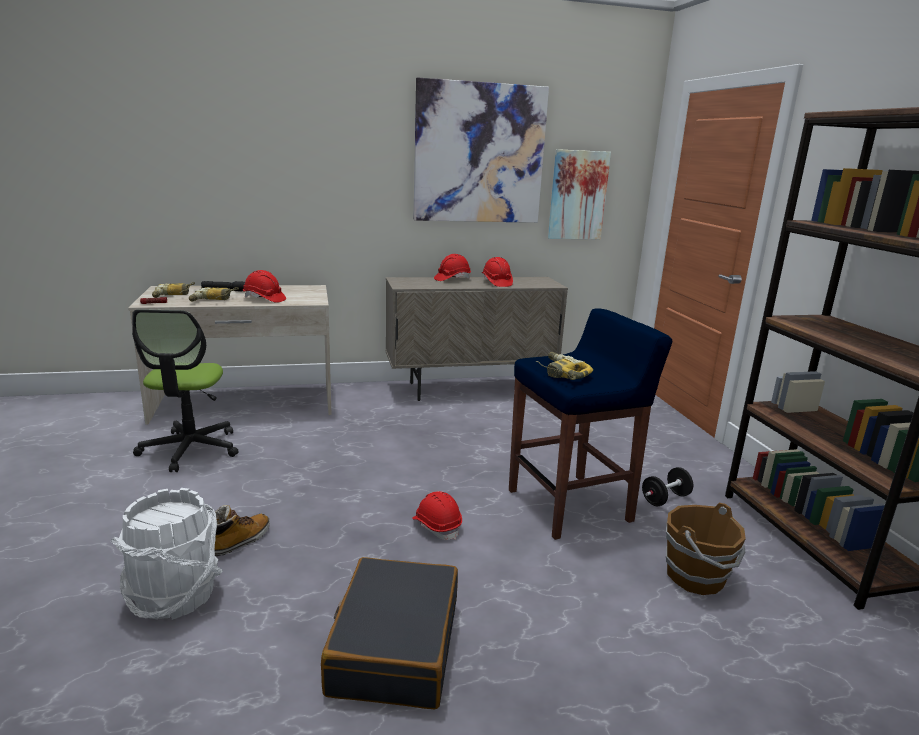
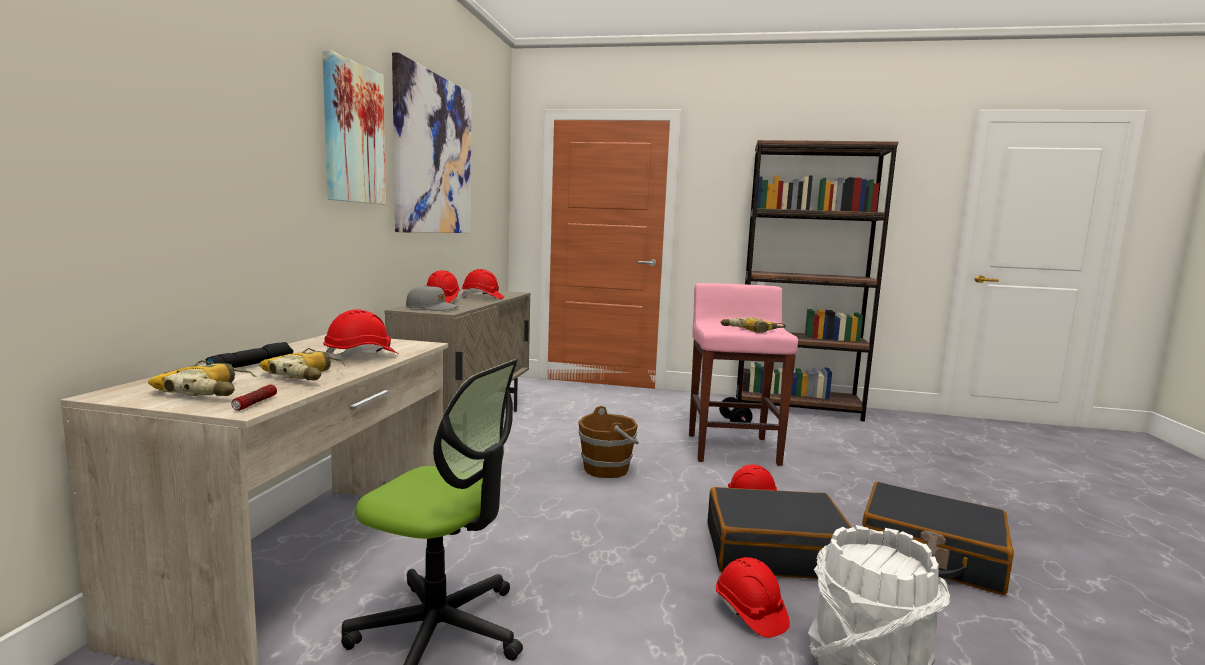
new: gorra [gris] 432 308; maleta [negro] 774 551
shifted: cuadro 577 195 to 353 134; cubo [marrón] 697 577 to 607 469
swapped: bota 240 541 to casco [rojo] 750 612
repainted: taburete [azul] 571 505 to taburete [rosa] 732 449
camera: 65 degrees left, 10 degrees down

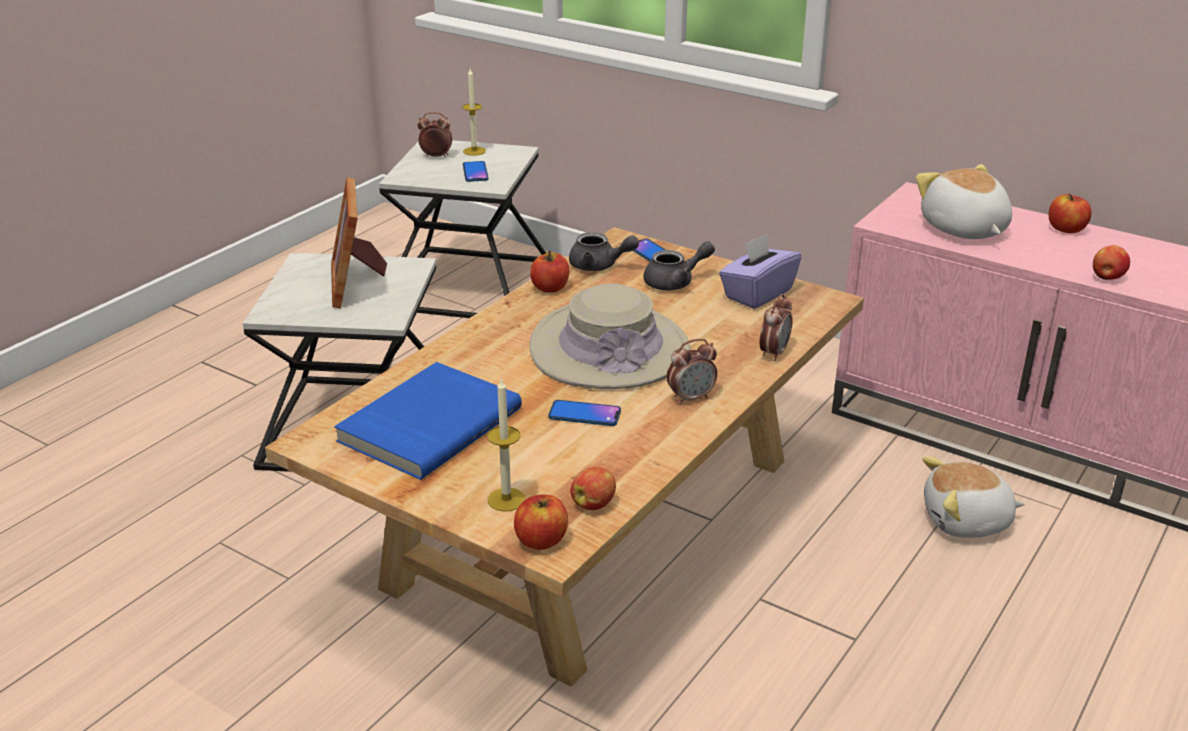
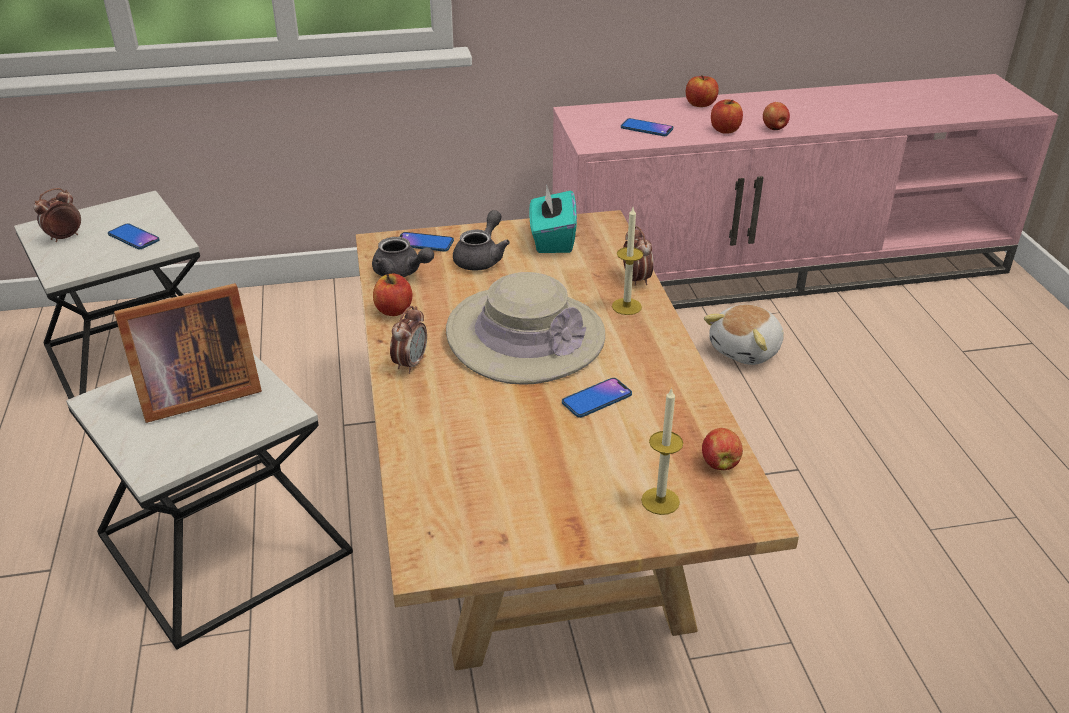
gone: libro [azul] 427 424
shifted: vela 474 151 to 626 306; manzana 541 540 to 725 130; despertador 691 398 to 410 364
swapped: peluche 963 229 to móvil 646 128
repainted: caja de pañuelos [morado] 757 294 to caja de pañuelos [turquesa] 552 240
rotated: portarretratos 357 282 = 194 394 60 degrees counterclockwise; tetera [gris] 599 266 = 401 272 60 degrees clockwise
camera: 45 degrees left, 5 degrees up

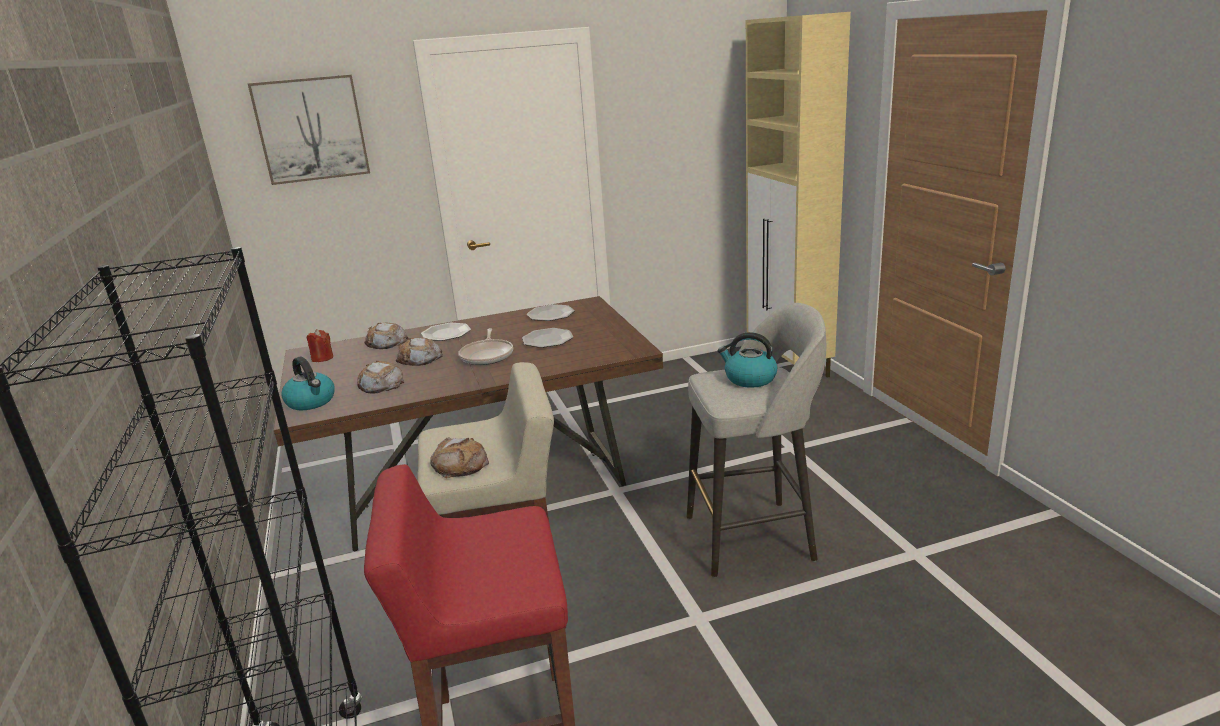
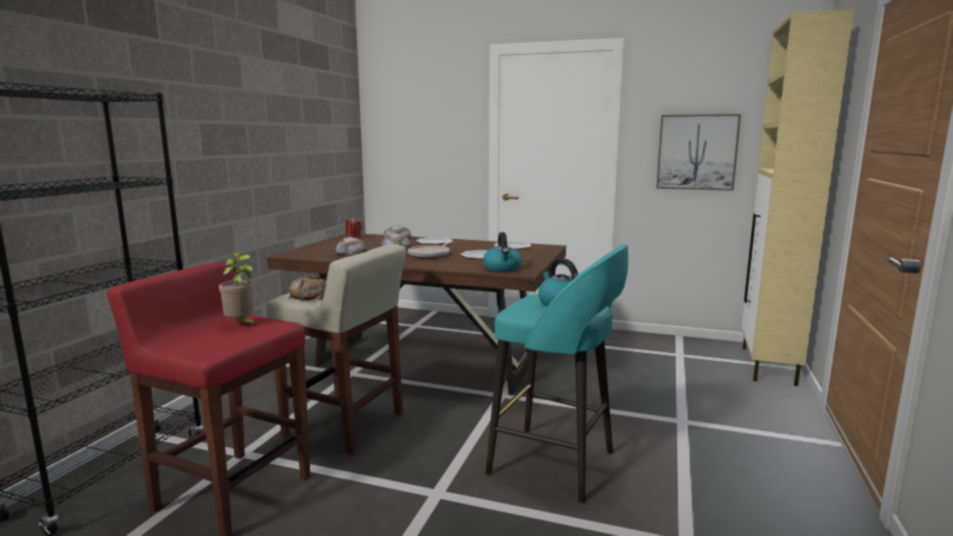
new: planta en maceta 241 325
shifted: cuadro 311 129 to 697 152; hervidor 311 402 to 502 268
repainted: taburete [gris] 753 537 to taburete [turquesa] 555 464
camera: 35 degrees right, 10 degrees down

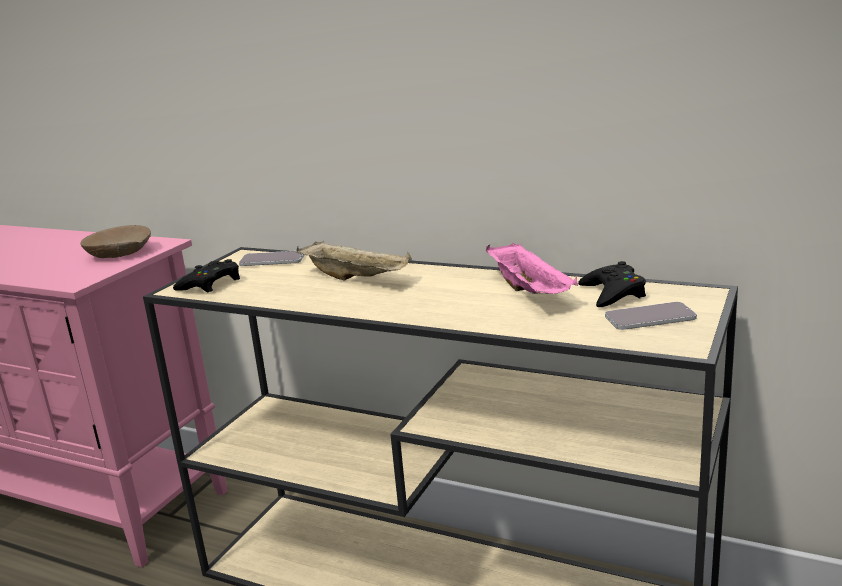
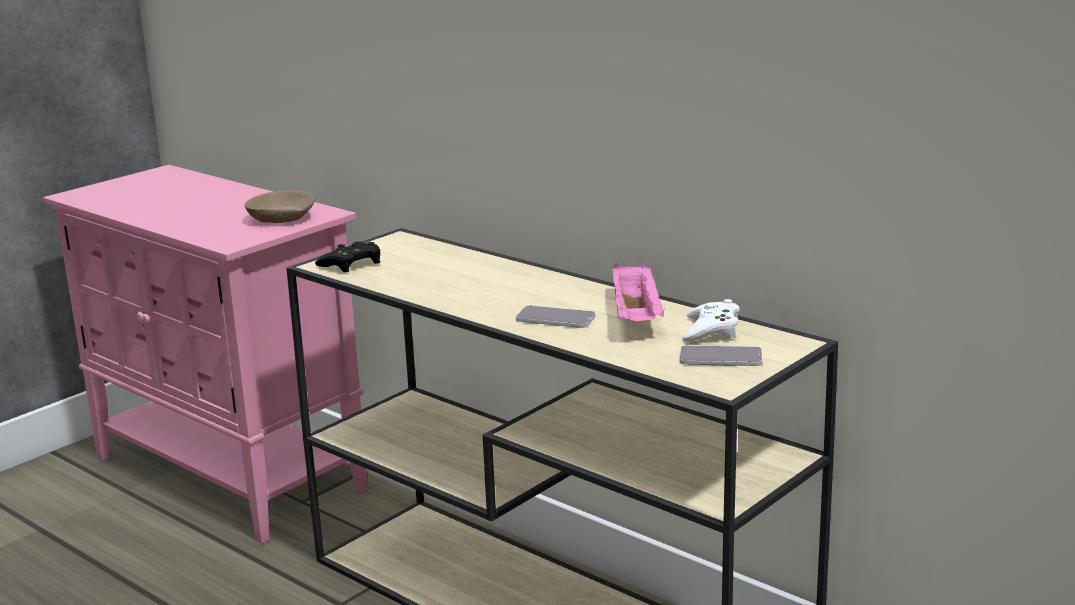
gone: bandeja [beis] 357 278
shifted: móvil 272 260 to 555 318
repainted: mando de consola [negro] 613 293 to mando de consola [blanco] 711 330
camera: 15 degrees right, 0 degrees up

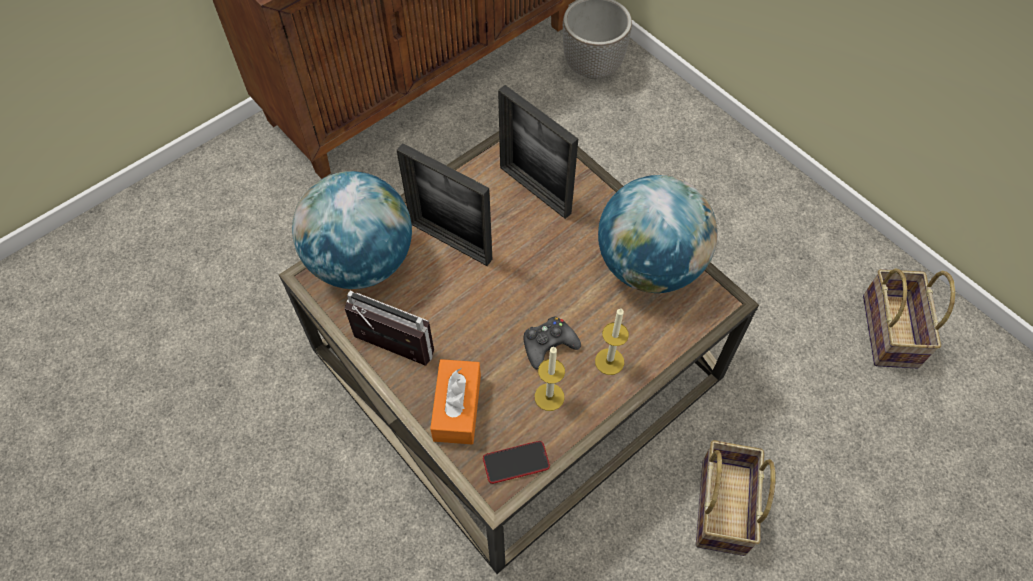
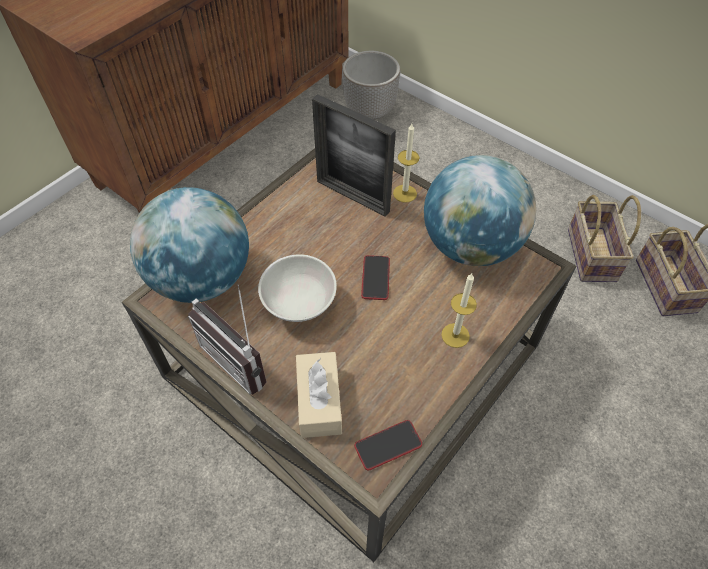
gone: portarretratos 450 241; mando de consola [negro] 548 345
new: cuenco [blanco] 302 306; móvil 375 278
shifted: vela 549 397 to 405 193; cesta 721 504 to 589 253
repainted: caja de pañuelos [naranja] 457 408 to caja de pañuelos [beis] 319 401
rotated: radio 388 352 = 241 358 150 degrees counterclockwise
camera: 10 degrees left, 5 degrees down

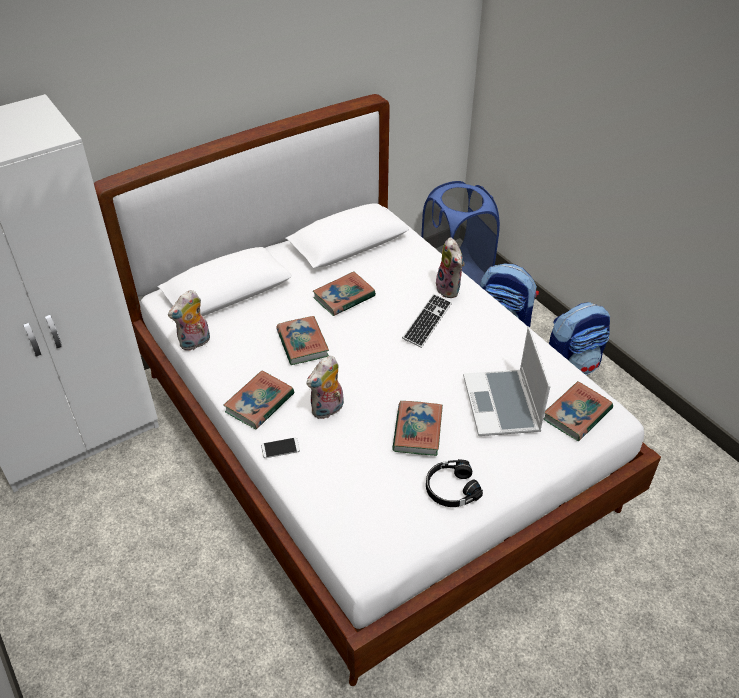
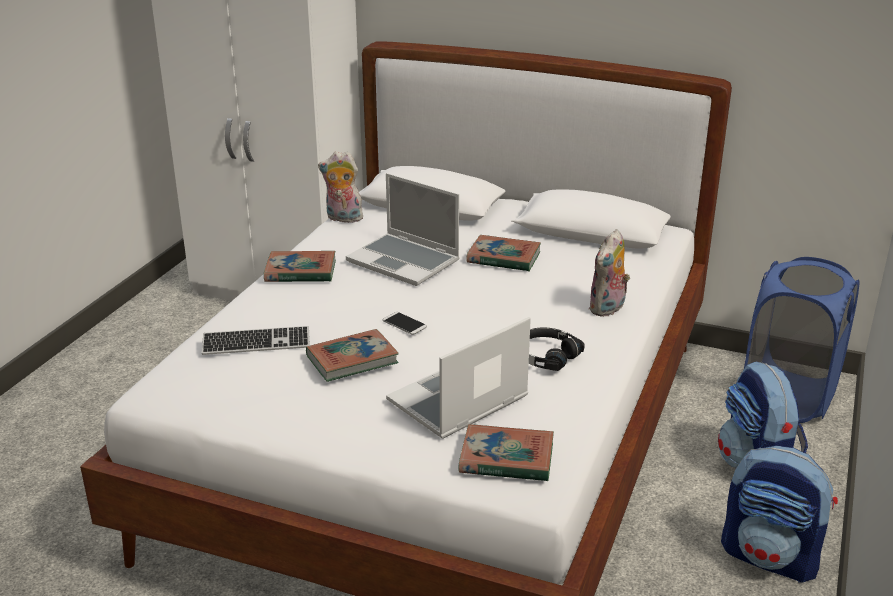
gone: peluche 328 410
shifted: móvil 280 448 to 404 324; teclado 427 322 to 256 343; auriculares [negro] 451 489 to 545 356
swapped: libro 302 343 to portátil 405 261
camera: 55 degrees right, 15 degrees down

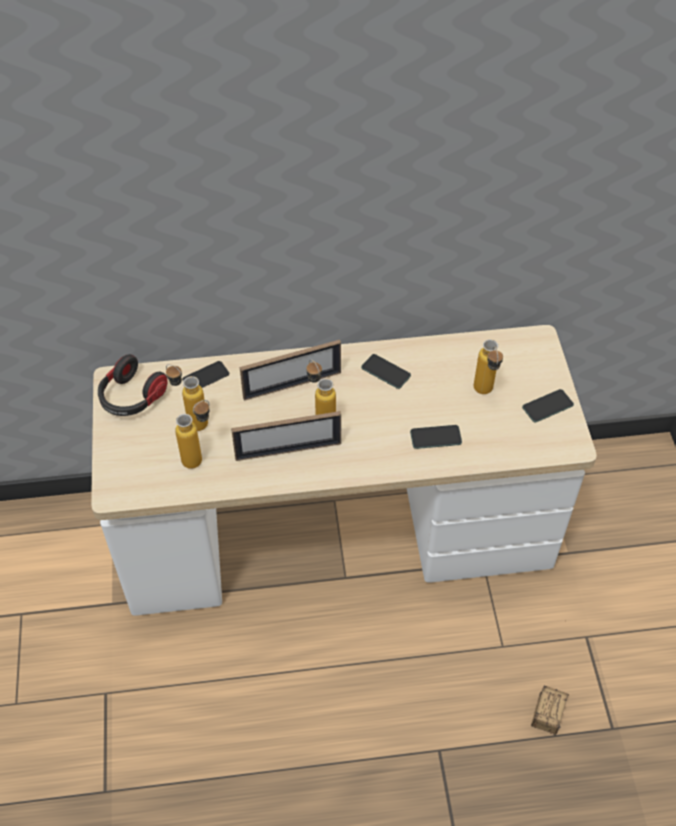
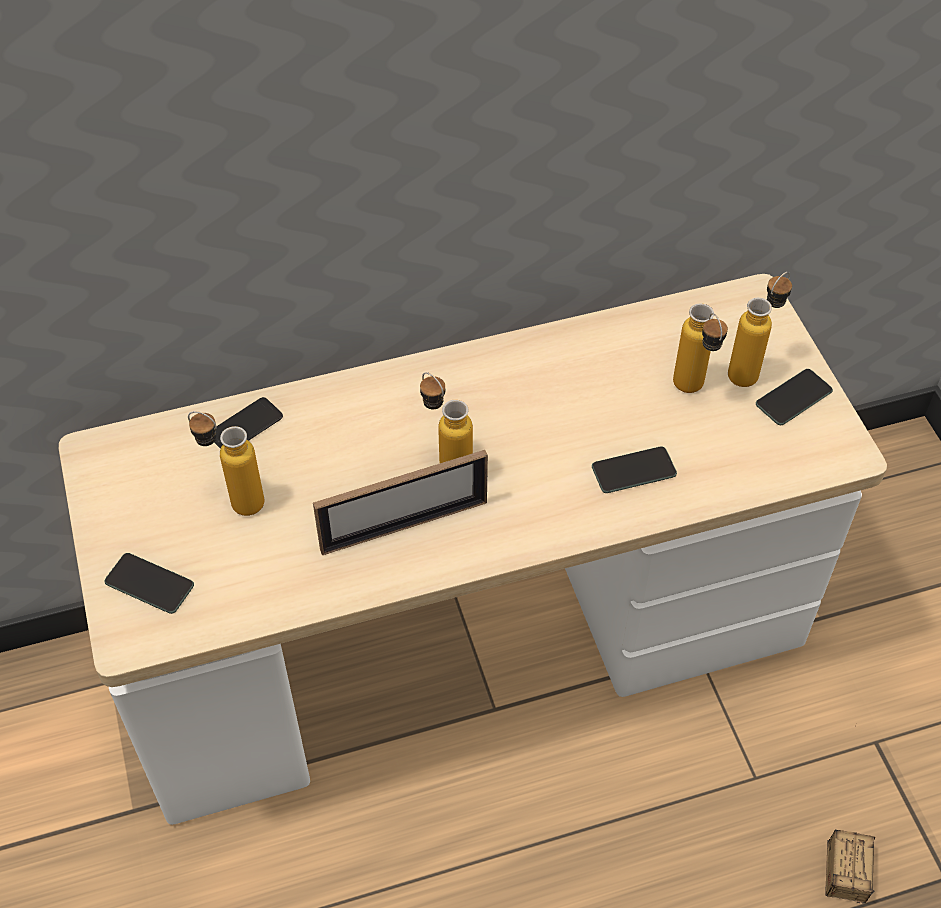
gone: auriculares 131 398; portarretratos 292 385
shifted: botella 199 457 to 751 369; móvil 386 372 to 149 584
camera: 10 degrees left, 0 degrees up

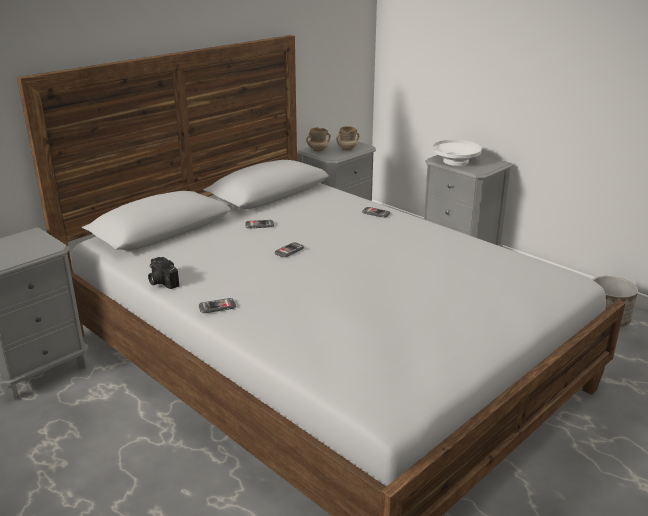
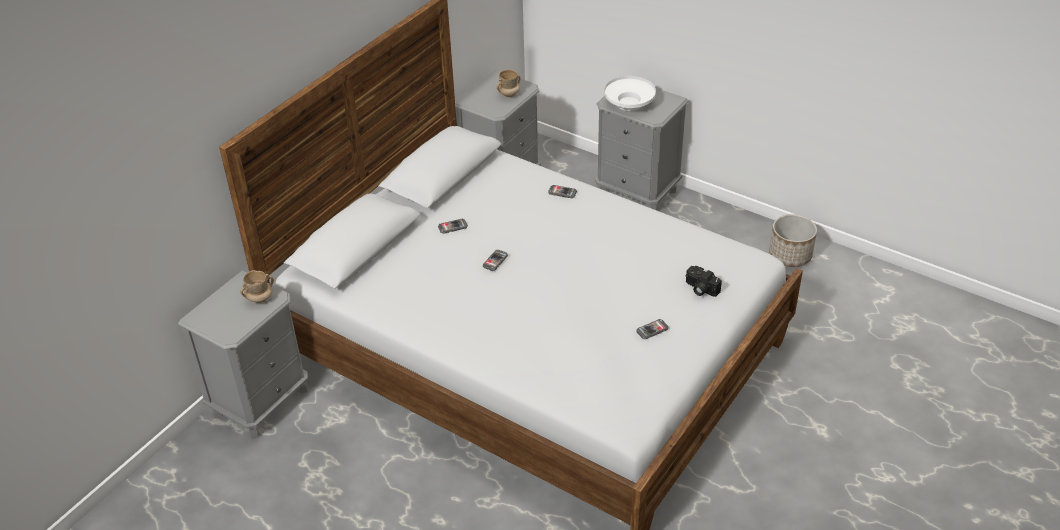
shifted: cámara 161 281 to 700 289; móvil 217 307 to 652 330; taza grande [beis] 318 150 to 260 298
camera: 10 degrees left, 15 degrees up

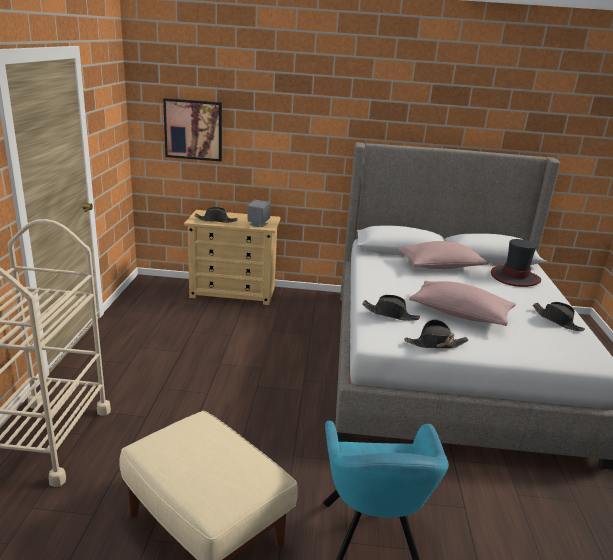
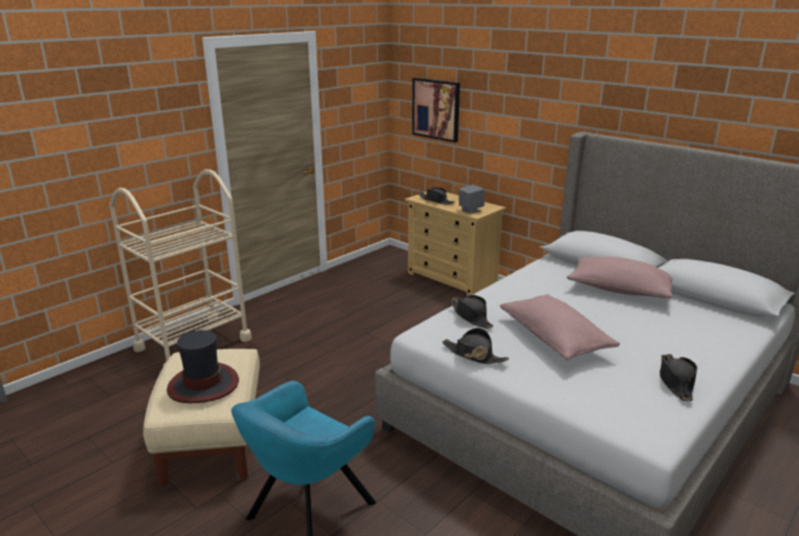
shifted: sombrero 515 277 to 203 385
camera: 40 degrees right, 0 degrees up

